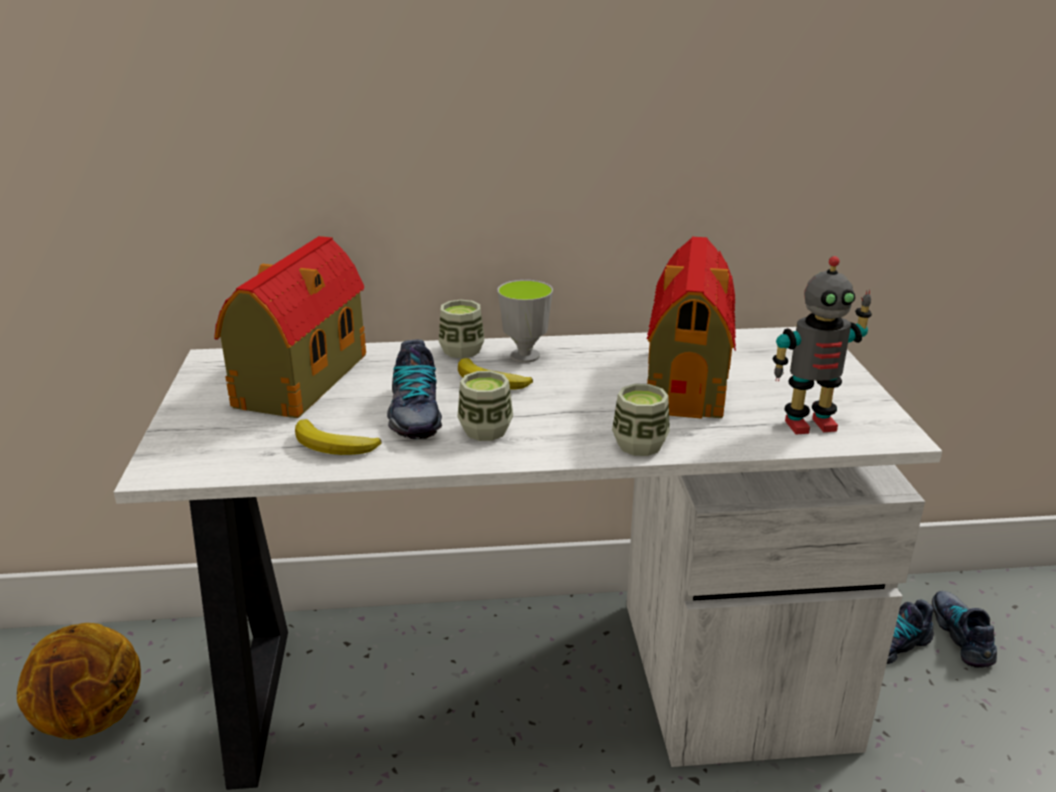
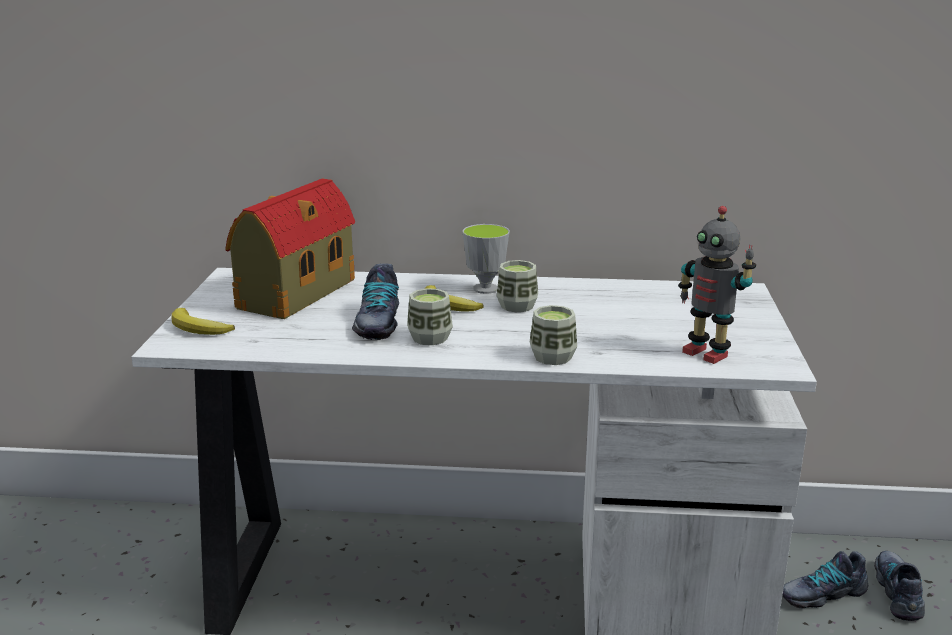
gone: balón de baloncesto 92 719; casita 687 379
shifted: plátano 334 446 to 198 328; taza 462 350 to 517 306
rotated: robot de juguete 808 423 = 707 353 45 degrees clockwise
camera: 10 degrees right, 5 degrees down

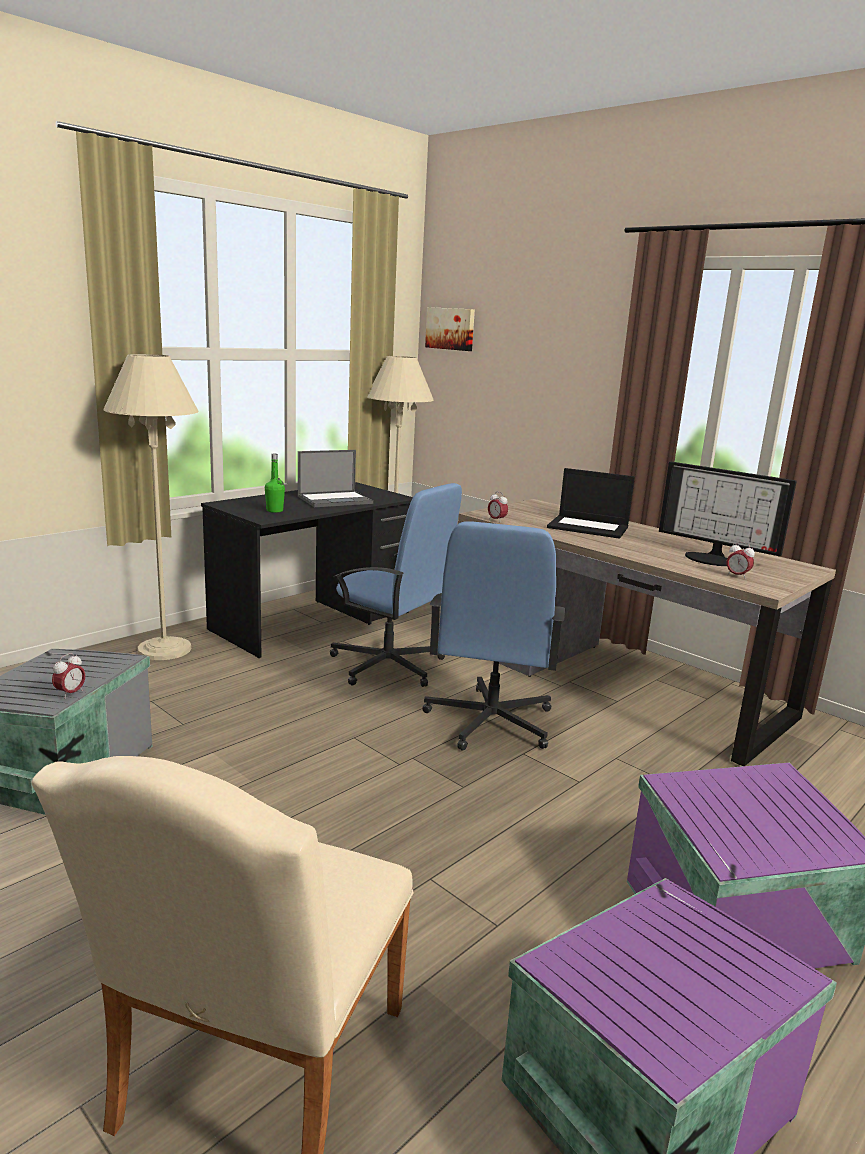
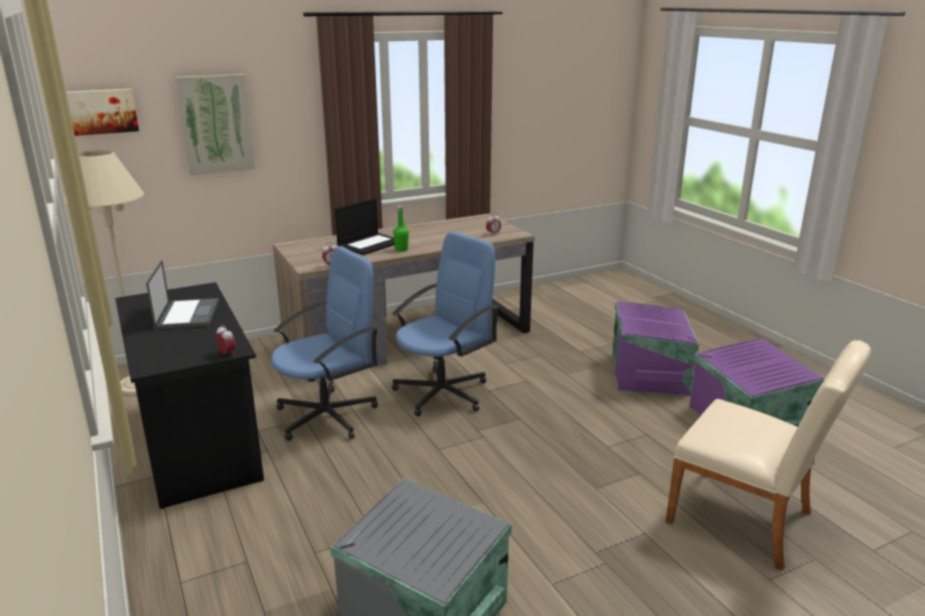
gone: lámpara de pie [beis] 164 649; monitor 712 558
new: cuadro 216 124
shifted: despertador 70 693 to 227 354; botella [verde] 274 511 to 401 250
rotated: silla de oficina [azul] 489 722 = 443 393 75 degrees counterclockwise
camera: 70 degrees left, 5 degrees up

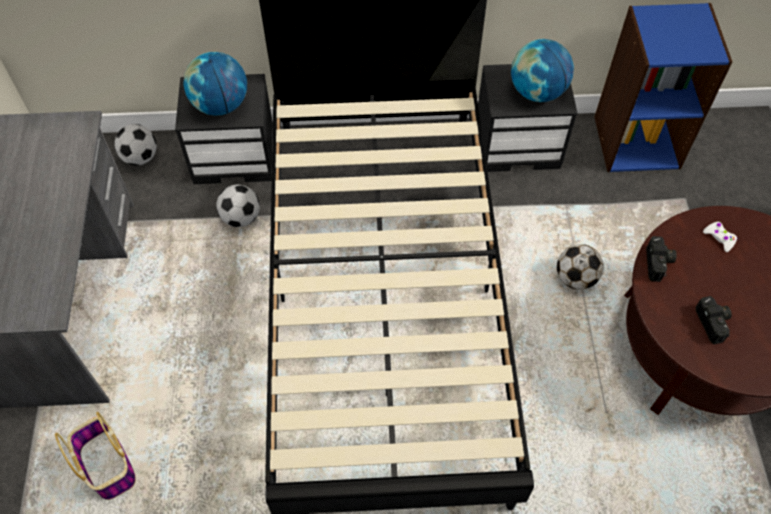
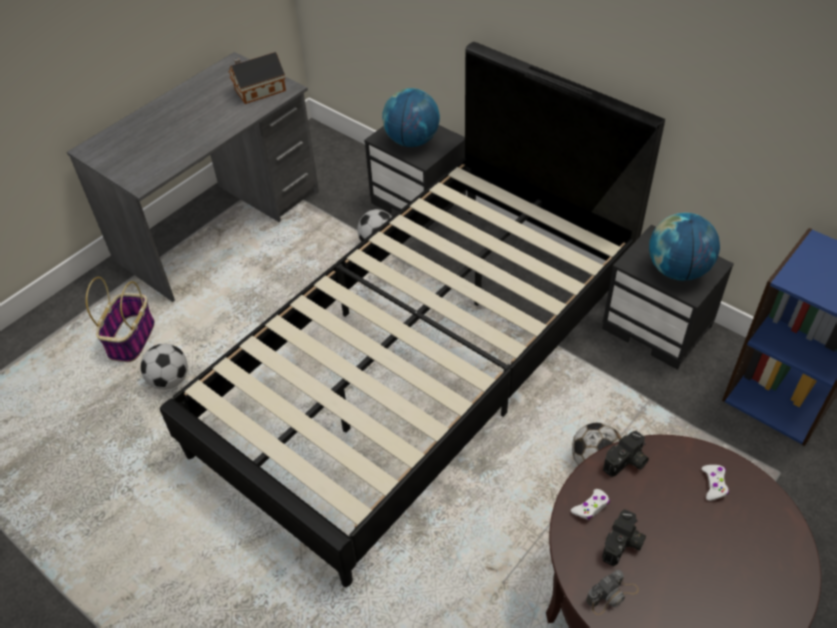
new: casita 258 90; mando de consola [blanco] 591 507; cámara 612 595
shifted: balón de fútbol 140 157 to 170 380
camera: 45 degrees right, 10 degrees down

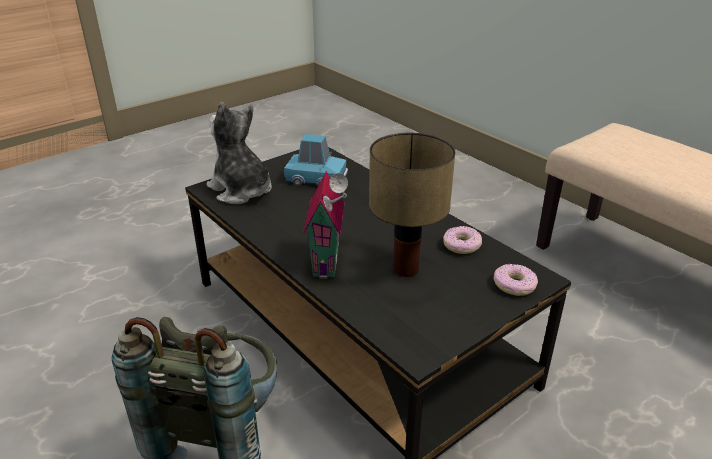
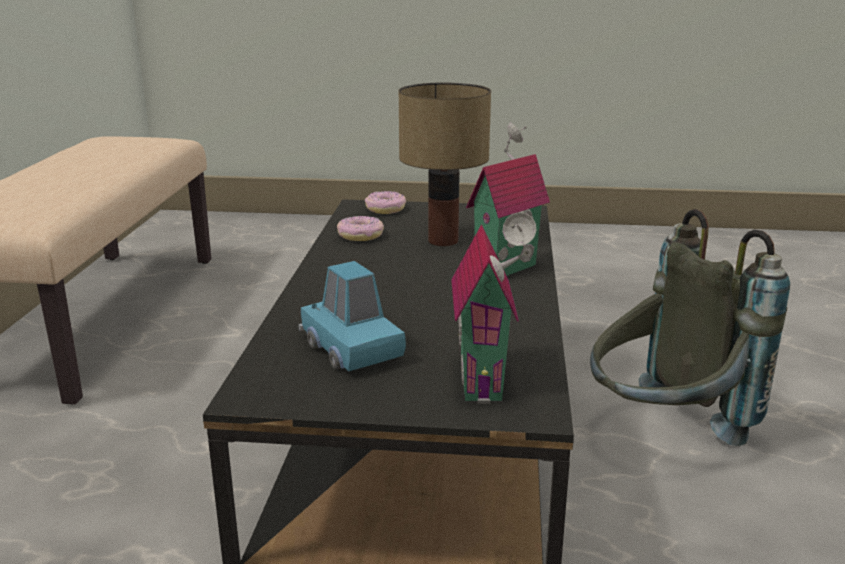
swapped: peluche 241 191 to casita 486 380
camera: 135 degrees left, 10 degrees down

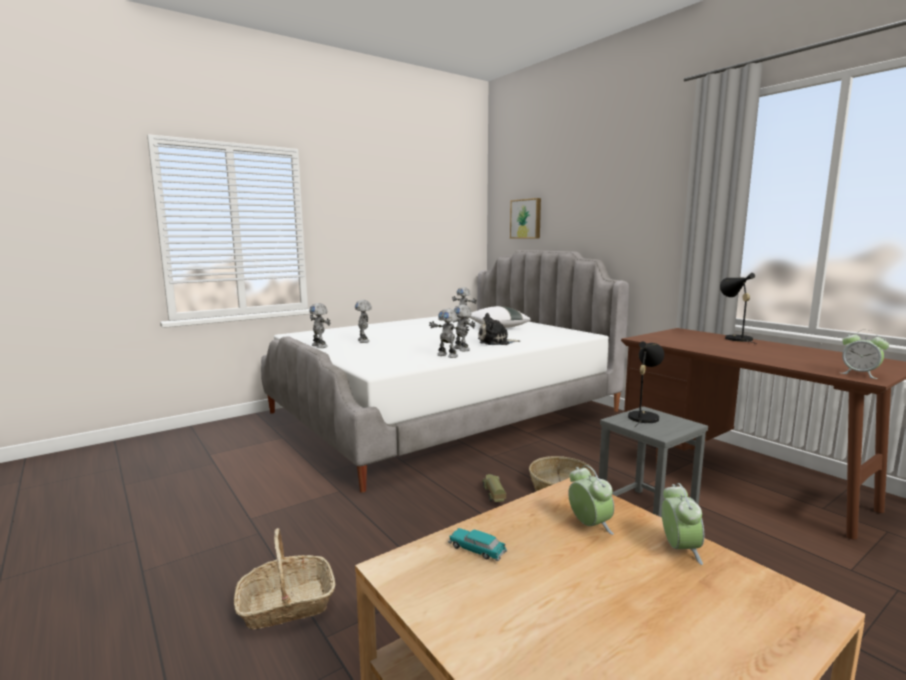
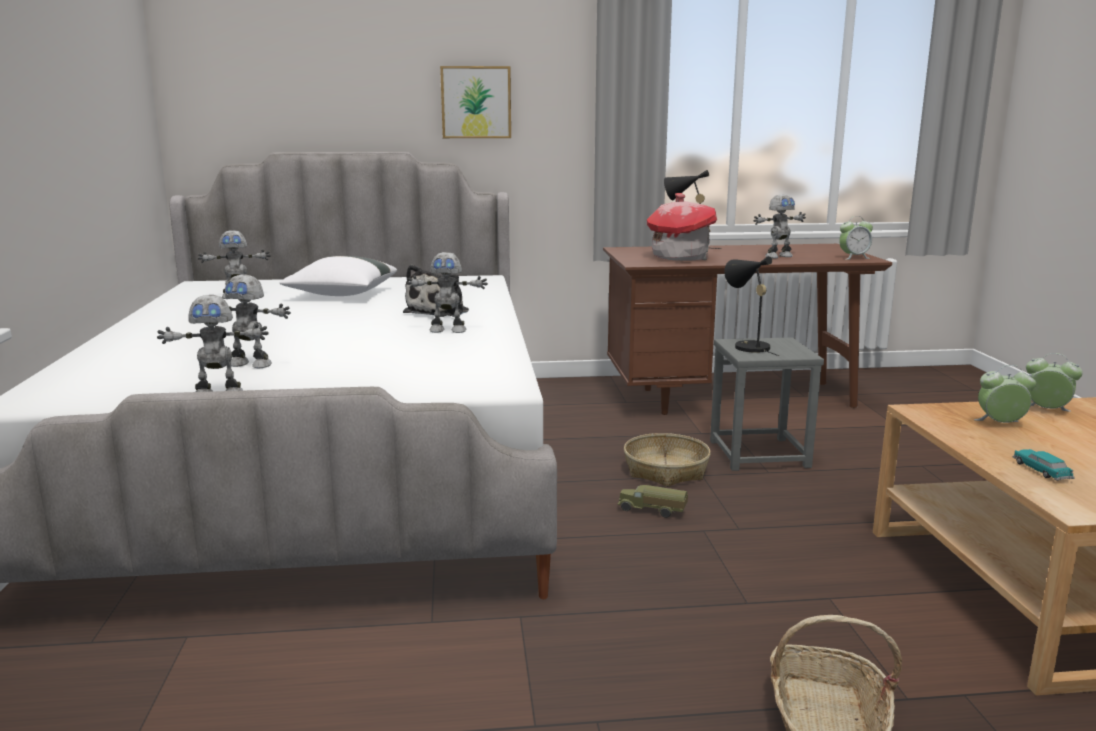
new: casita 680 257
shifted: robot de juguete 448 355 to 777 256; cuadro 526 219 to 476 102
rotated: coche de juguete 476 549 = 1041 470 105 degrees clockwise
camera: 60 degrees left, 5 degrees up

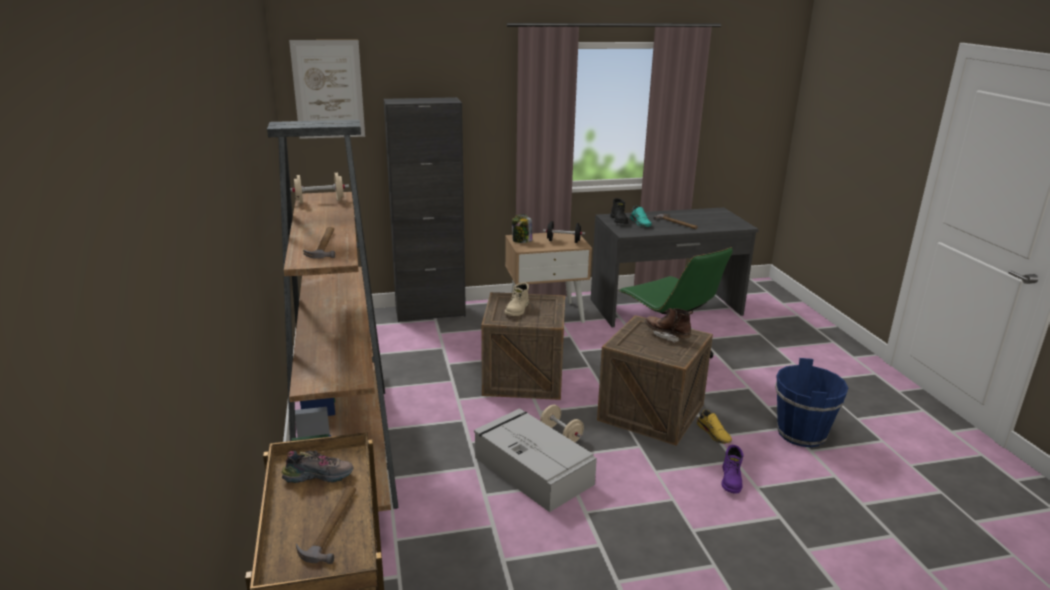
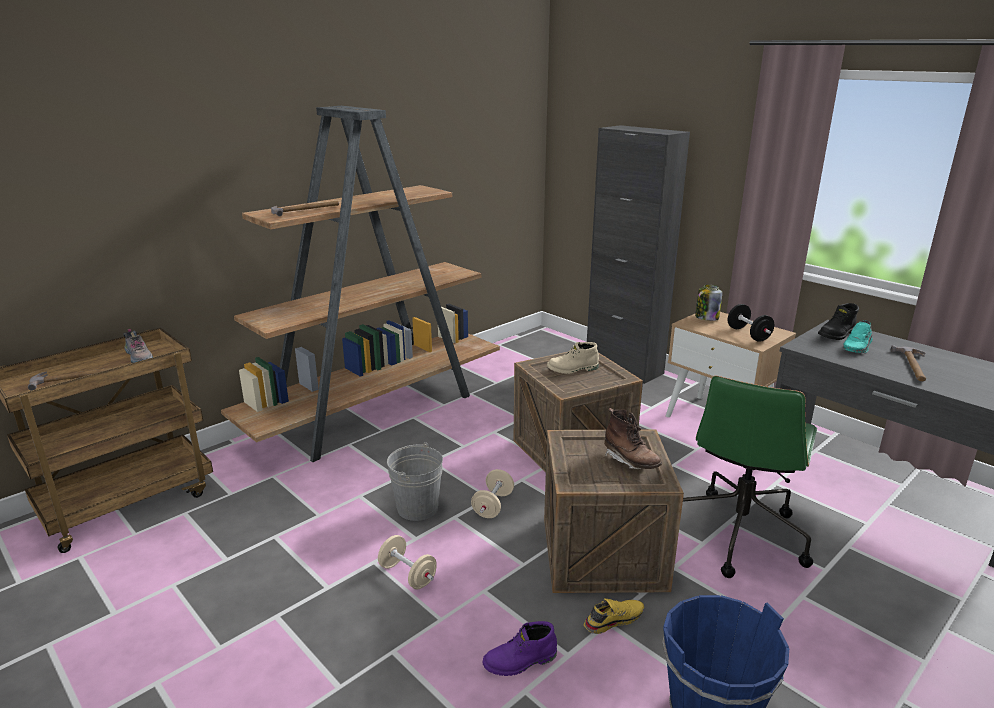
gone: cuadro 328 89
shifted: mancuerna [beis] 320 201 to 407 575
swapped: caja de almacenaje [gris] 532 469 to cubo [gris] 417 508
rotated: bota [marrón] 667 335 = 630 461 135 degrees clockwise; zapato [amarillo] 714 433 = 613 619 150 degrees counterclockwise
camera: 60 degrees right, 0 degrees up

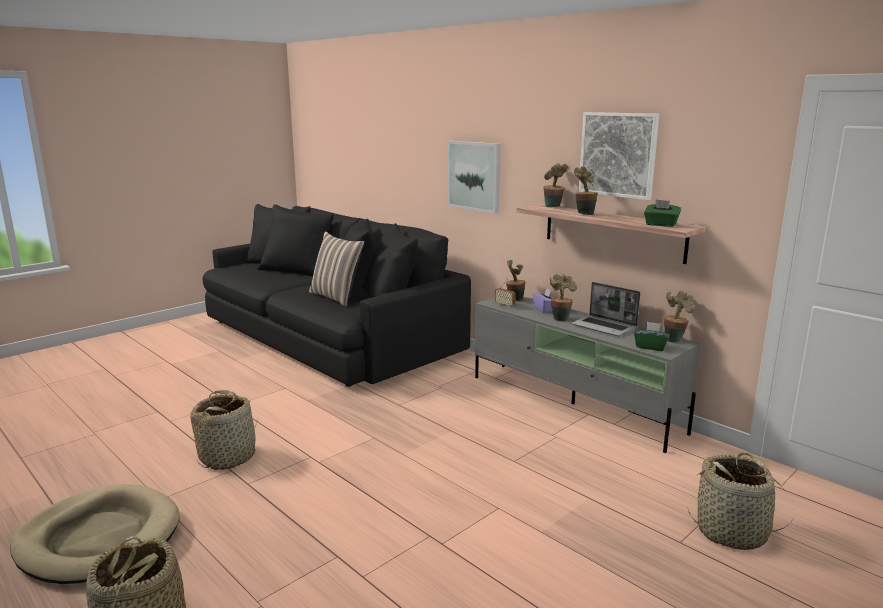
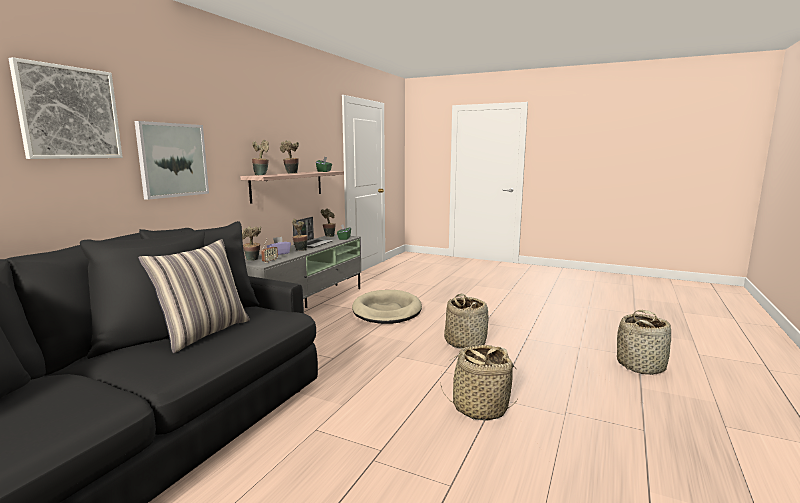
shifted: cama para perro [beis] 99 538 to 387 311; cuadro 618 154 to 69 113; cesta 732 532 to 465 342
camera: 110 degrees left, 5 degrees down

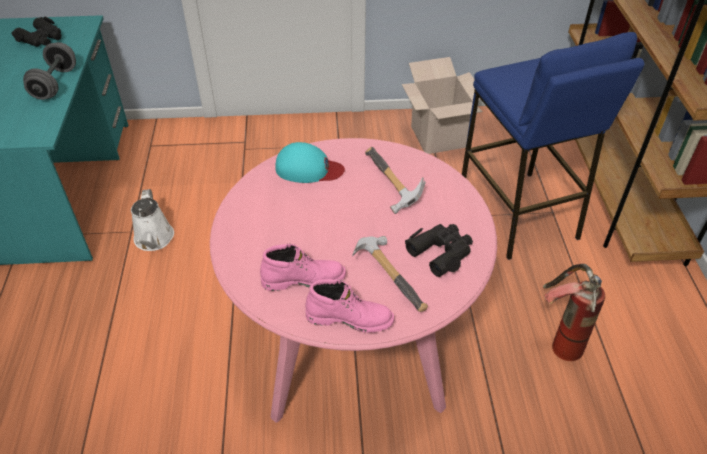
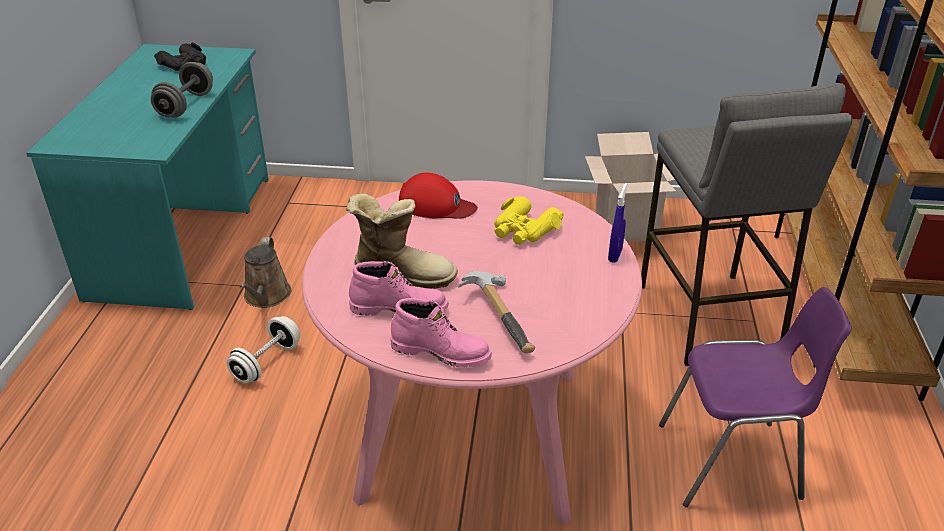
gone: prismáticos [negro] 441 252
new: mancuerna [blanco] 267 363; bota 403 271; pulverizador [azul] 615 255
swapped: martillo 388 185 to prismáticos [amarillo] 524 230; extintor 558 339 to silla [morado] 733 462
repainted: regadera [blanco] 153 240 to regadera [marrón] 266 297; gorra [turquesa] 308 169 to gorra [rojo] 436 205; taburete [azul] 518 214 to taburete [gris] 709 318
camera: 10 degrees right, 10 degrees down

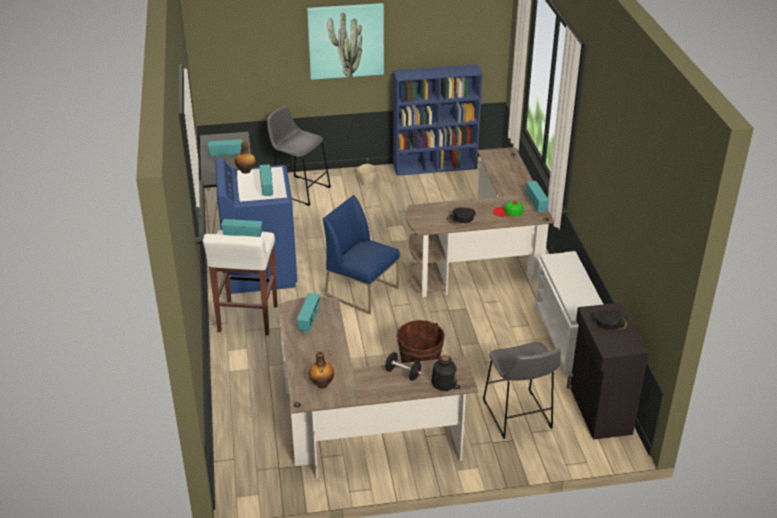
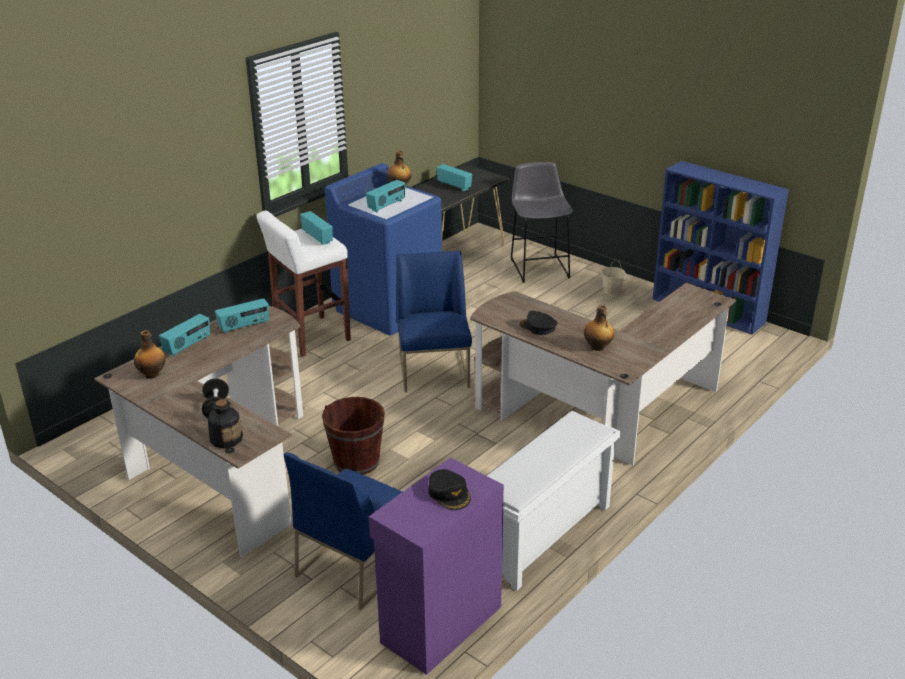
gone: cuadro 346 40
shifted: radio 536 204 to 187 346
swapped: taburete [gris] 518 417 to silla [azul] 355 565; gorra 508 212 to botella 598 347
repainted: armario [negro] 599 410 to armario [morado] 439 624
camera: 50 degrees right, 5 degrees down

